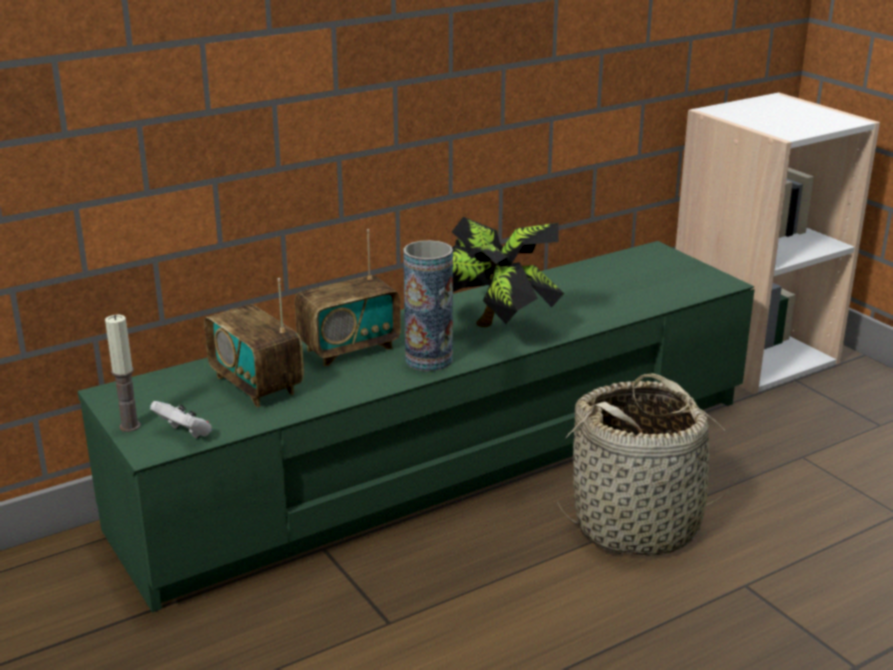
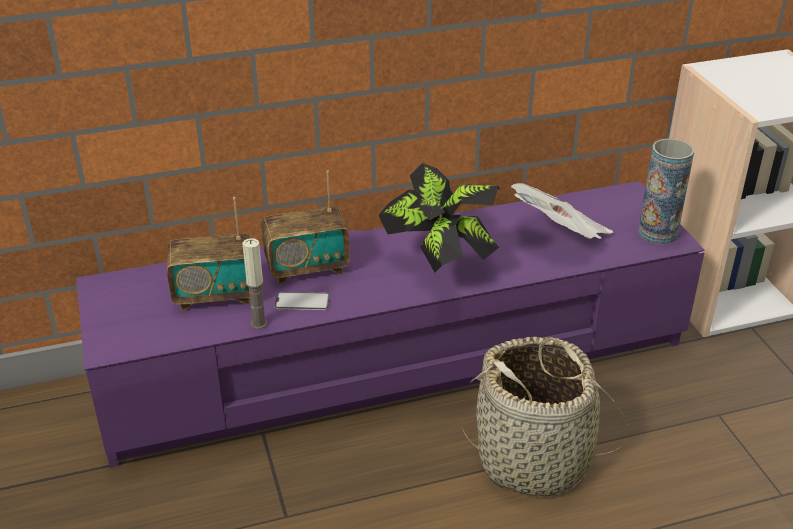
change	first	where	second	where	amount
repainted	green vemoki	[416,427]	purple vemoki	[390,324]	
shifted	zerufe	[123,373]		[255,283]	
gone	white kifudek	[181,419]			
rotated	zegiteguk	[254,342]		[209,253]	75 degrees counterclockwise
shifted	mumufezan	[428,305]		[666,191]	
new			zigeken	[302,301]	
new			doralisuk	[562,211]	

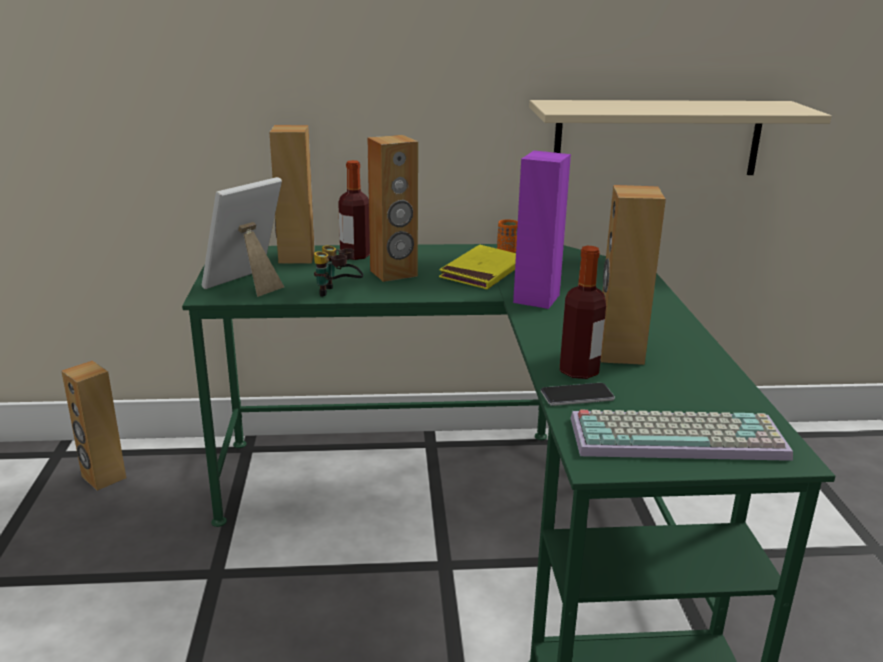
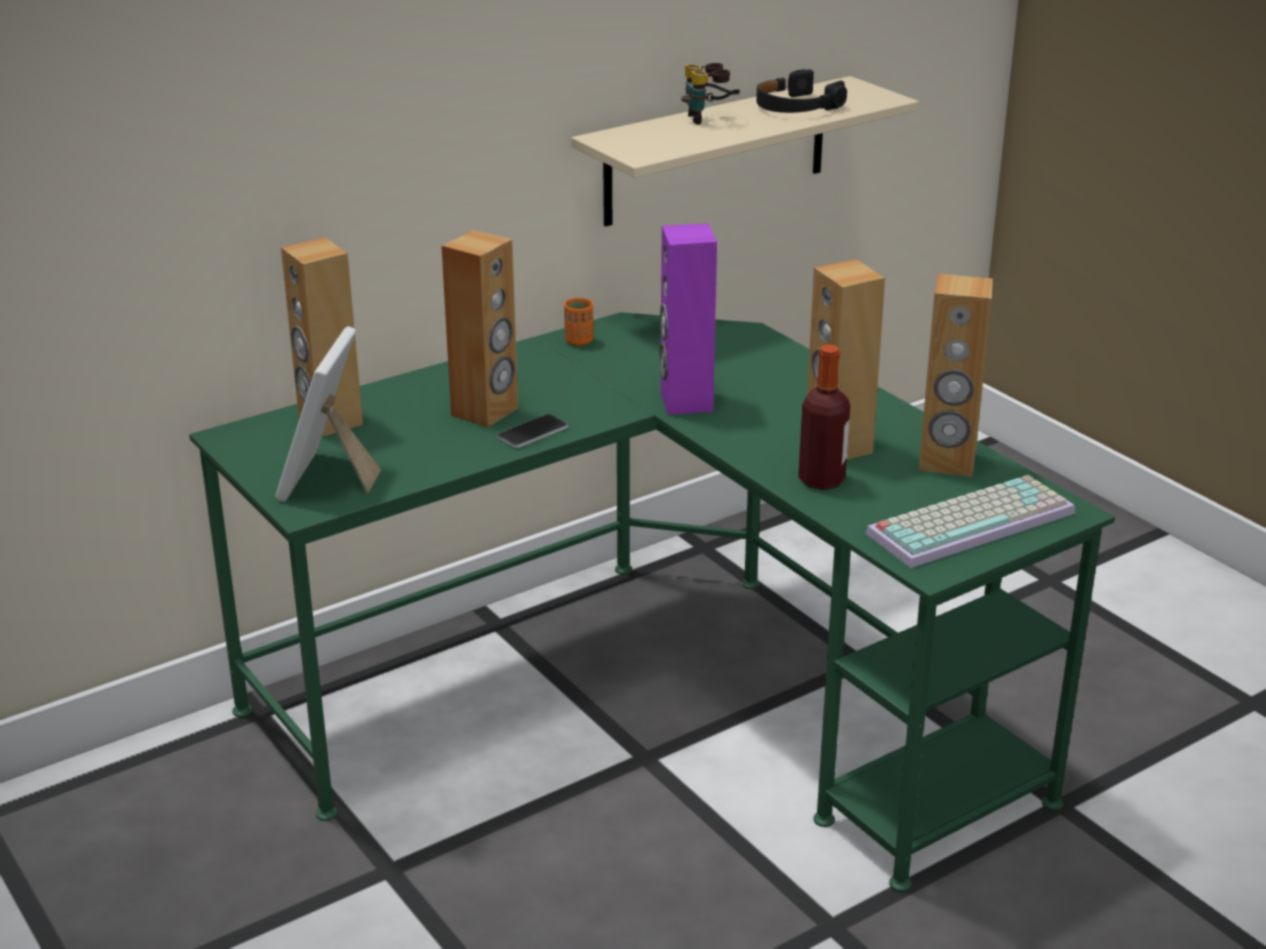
change	first	where	second	where	amount
shifted	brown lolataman	[93,426]		[955,375]	
shifted	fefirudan	[339,271]		[710,94]	
gone	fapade	[354,210]			
gone	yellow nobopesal	[477,267]			
shifted	zigeken	[578,394]		[532,431]	
new			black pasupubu	[801,91]	

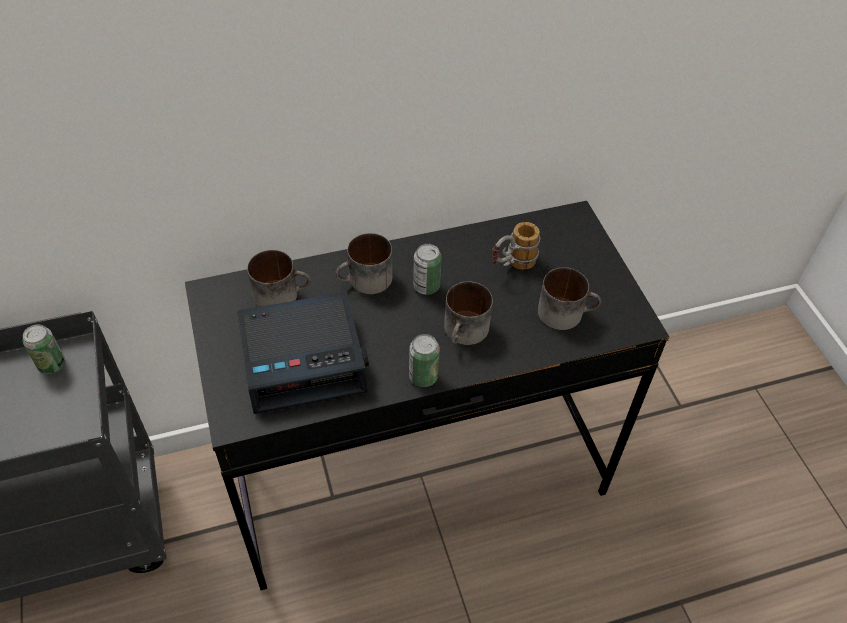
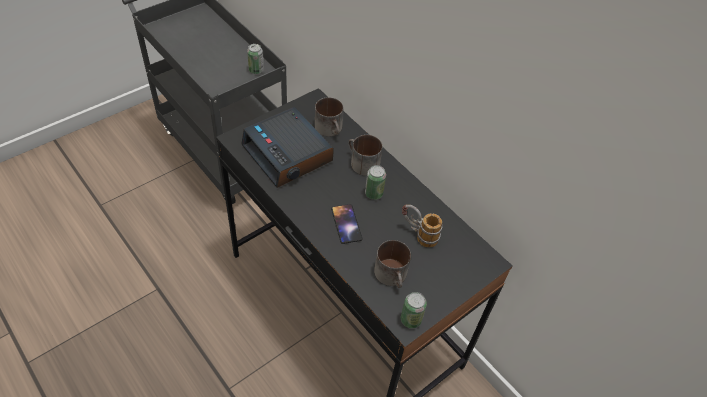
change	first	where	second	where	amount
shifted	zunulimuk	[424,360]		[414,310]	
swapped	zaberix	[468,313]	zigeken	[346,224]	

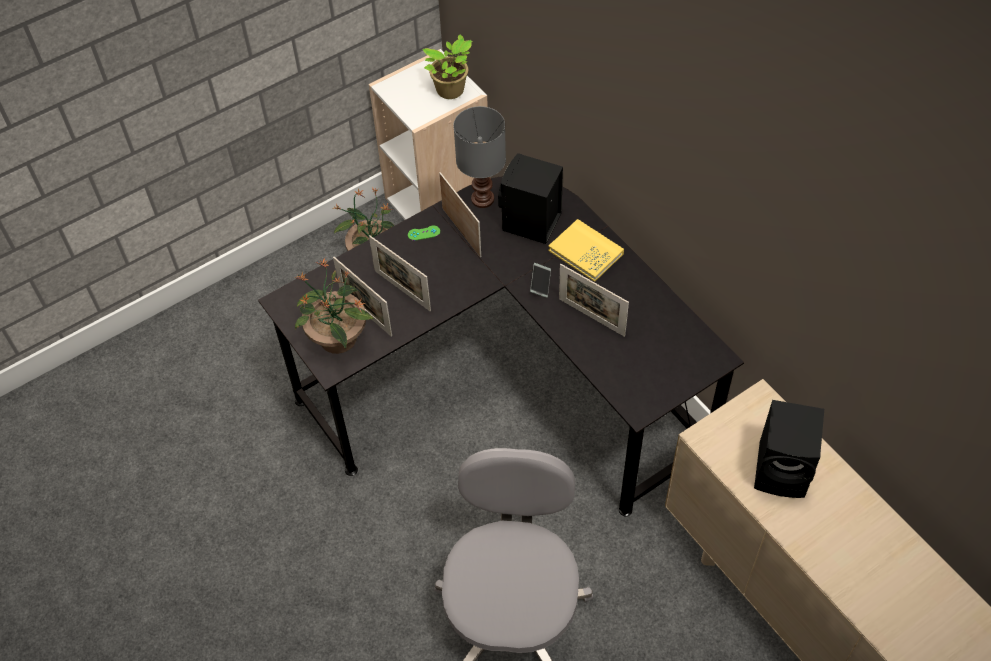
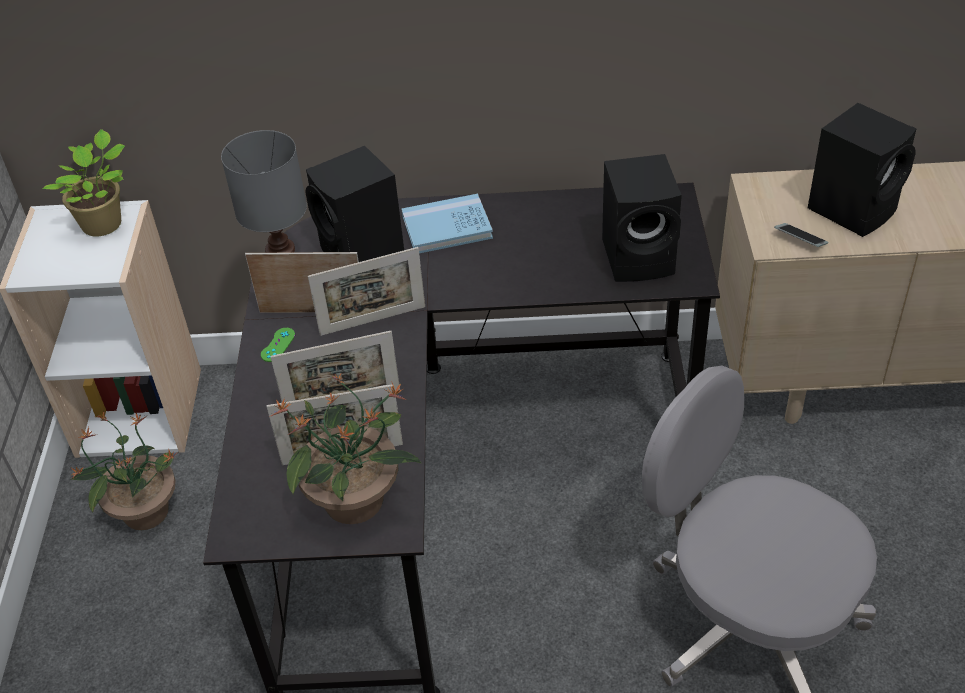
change	first	where	second	where	amount
shifted	zigeken	[540,280]		[801,235]	
repainted	yellow nobopesal	[586,250]	blue nobopesal	[447,223]	
shifted	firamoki	[594,300]		[366,291]	
new			black lolataman	[642,218]	

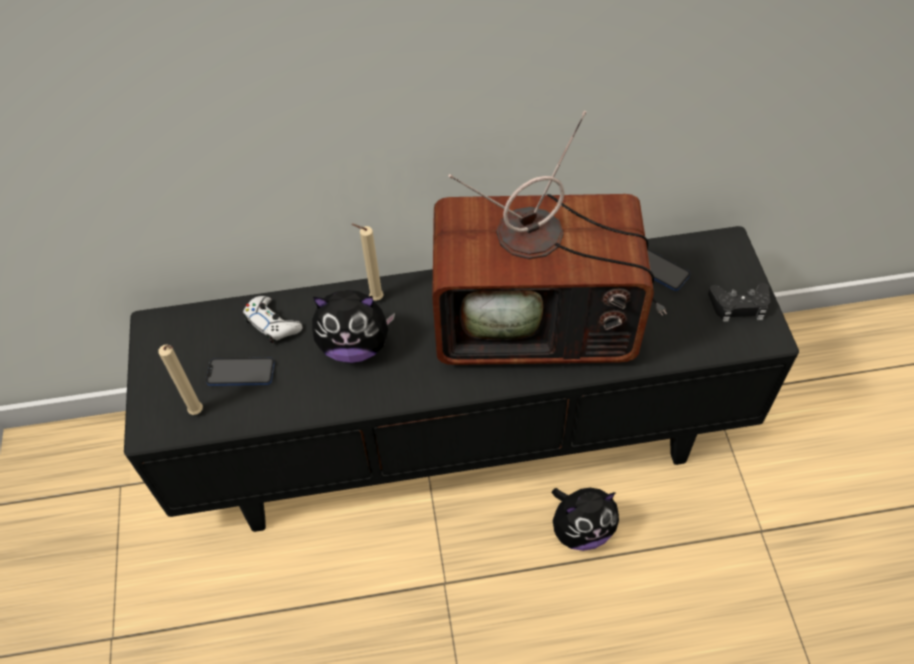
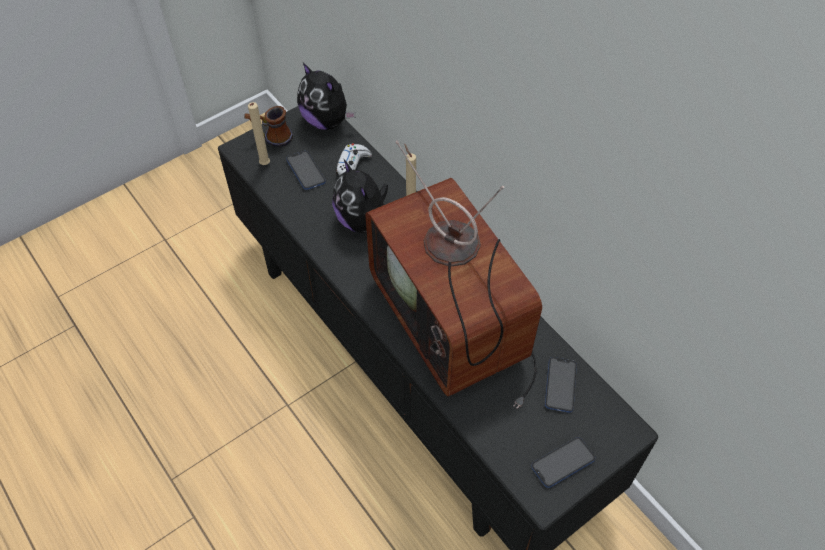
change	first	where	second	where	amount
shifted	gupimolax	[585,519]		[326,96]	
swapped	black kifudek	[739,302]	zigeken	[563,462]	
new			zaberix	[268,126]	

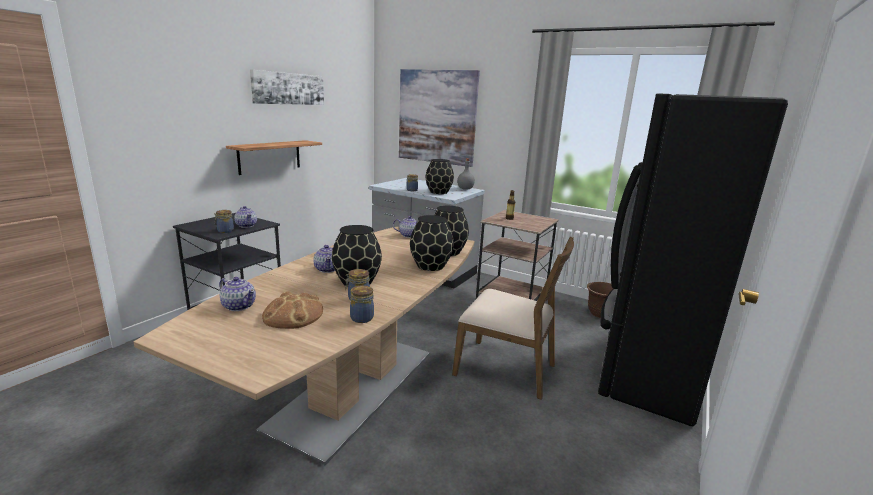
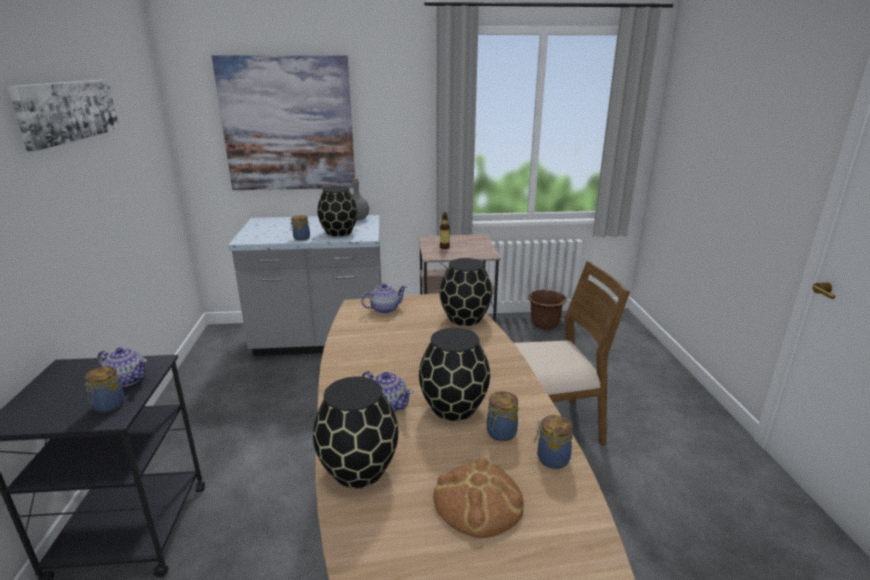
change	first	where	second	where	amount
gone	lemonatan	[237,294]			
gone	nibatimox	[274,157]			
shifted	black mumufezan	[432,243]		[355,432]	
gone	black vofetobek	[693,260]			

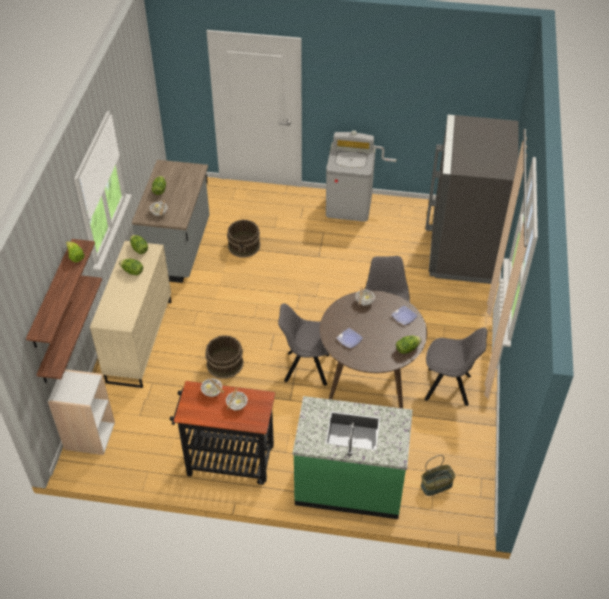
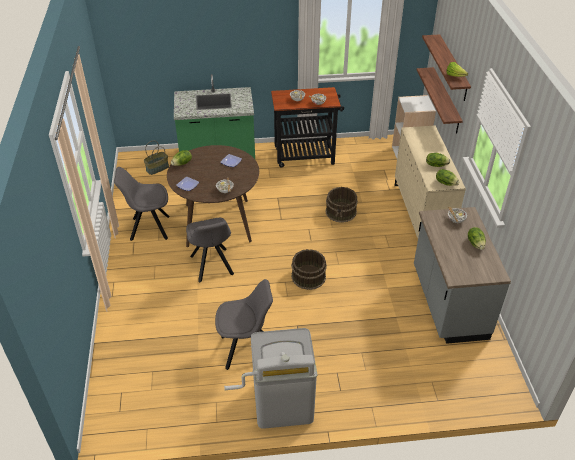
change	first	where	second	where	amount
shifted	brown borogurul	[243,239]		[309,269]	
shifted	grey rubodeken	[303,344]		[244,324]	
gone	grey vofetobek	[472,199]			

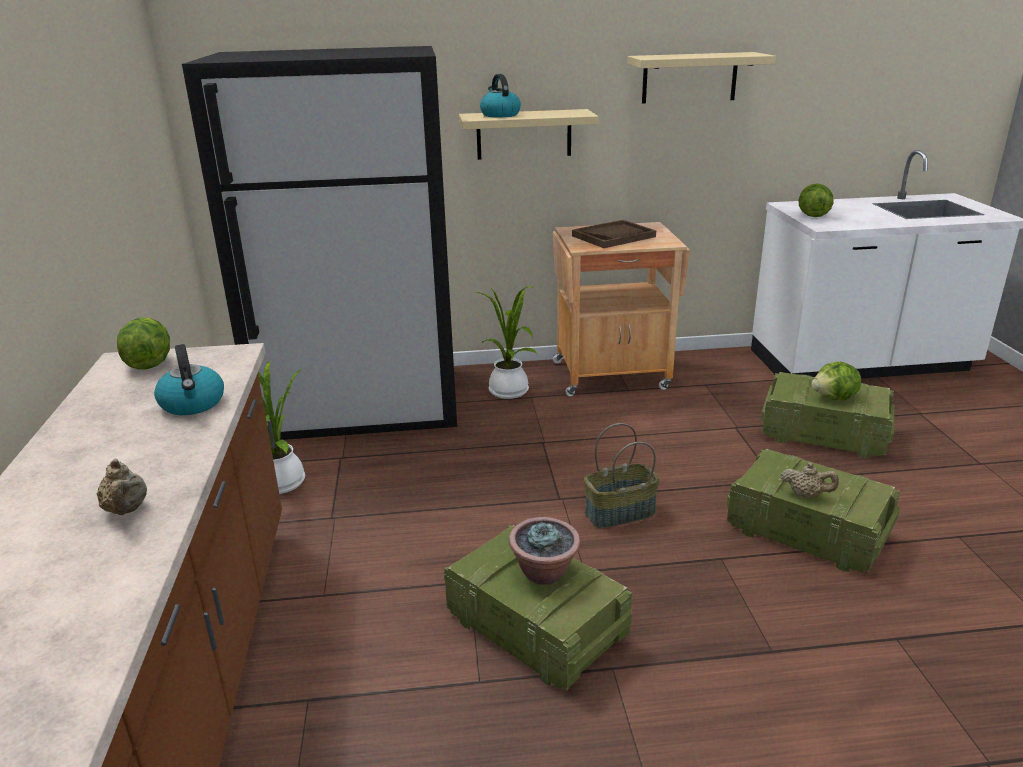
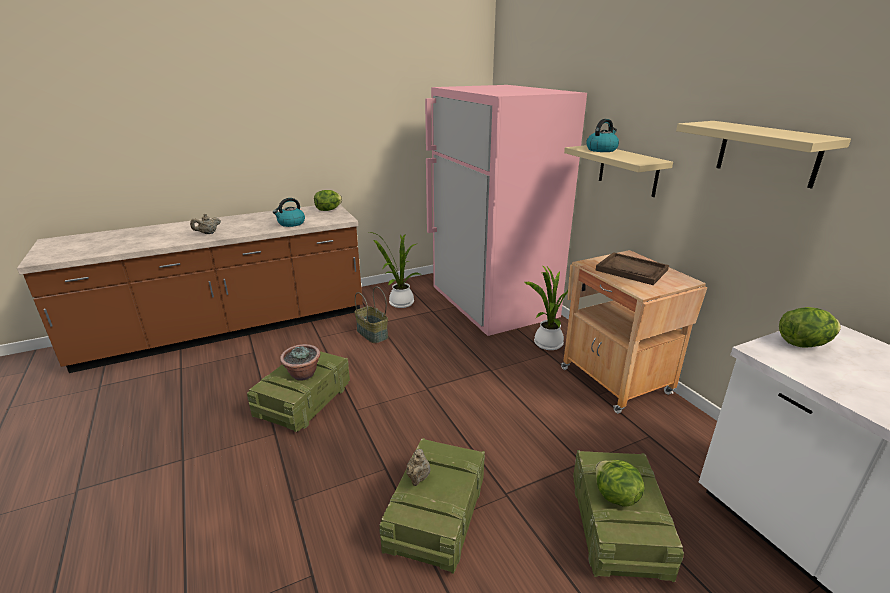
change	first	where	second	where	amount
repainted	black vofetobek	[319,243]	pink vofetobek	[506,210]	
shifted	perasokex	[622,475]		[371,315]	

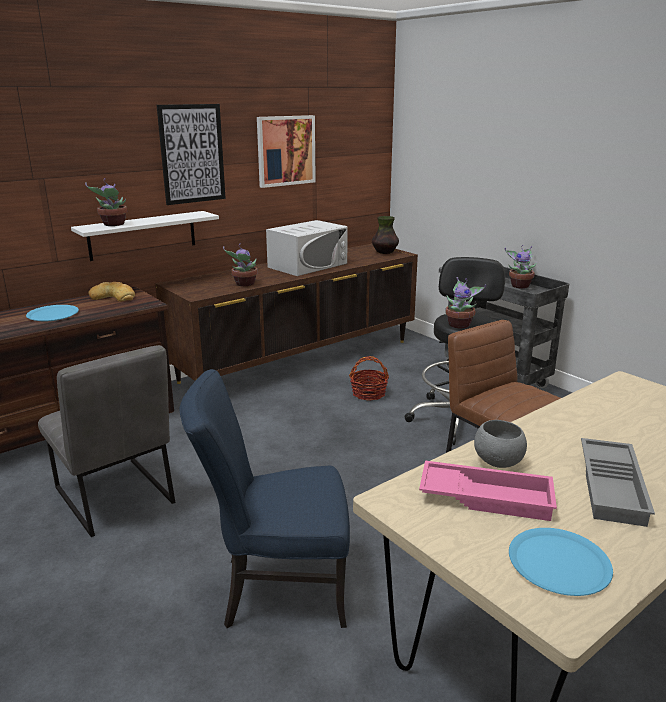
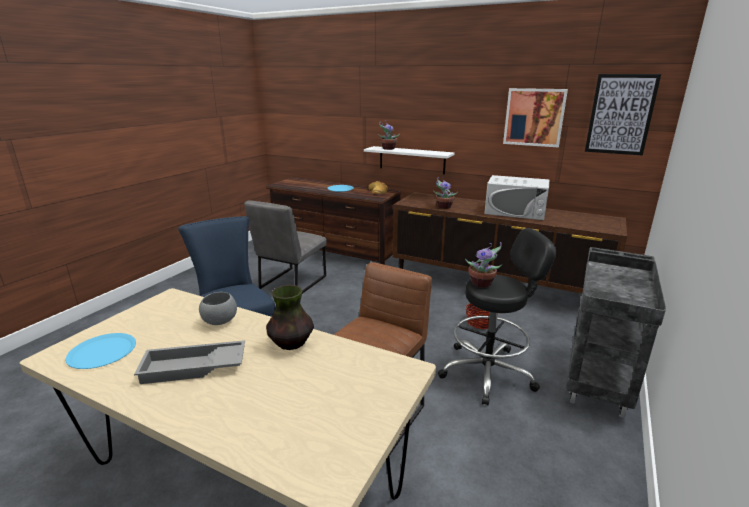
change	first	where	second	where	amount
shifted	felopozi	[191,154]		[623,115]	
shifted	mumufezan	[385,235]		[290,317]	
gone	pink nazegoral	[488,491]			
gone	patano	[520,267]			

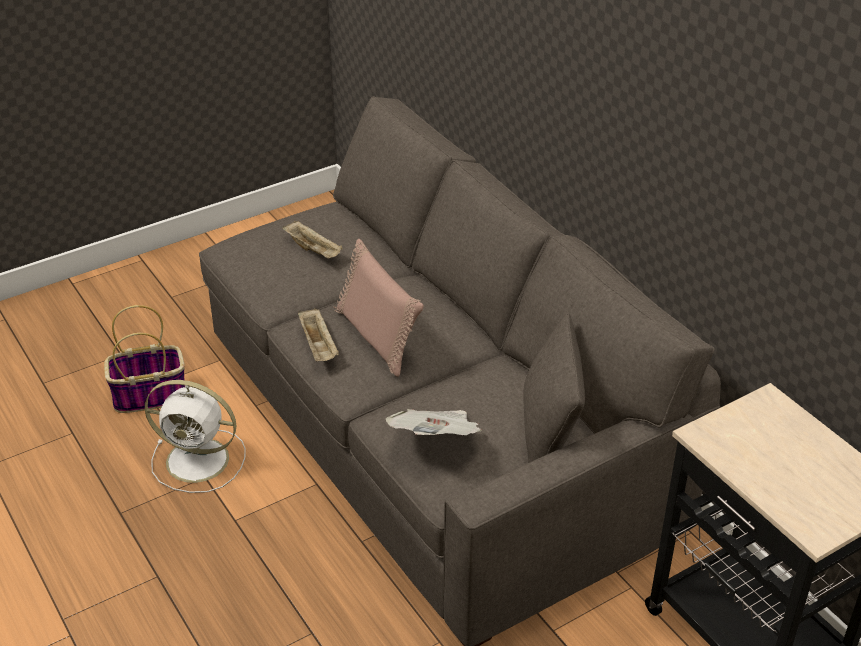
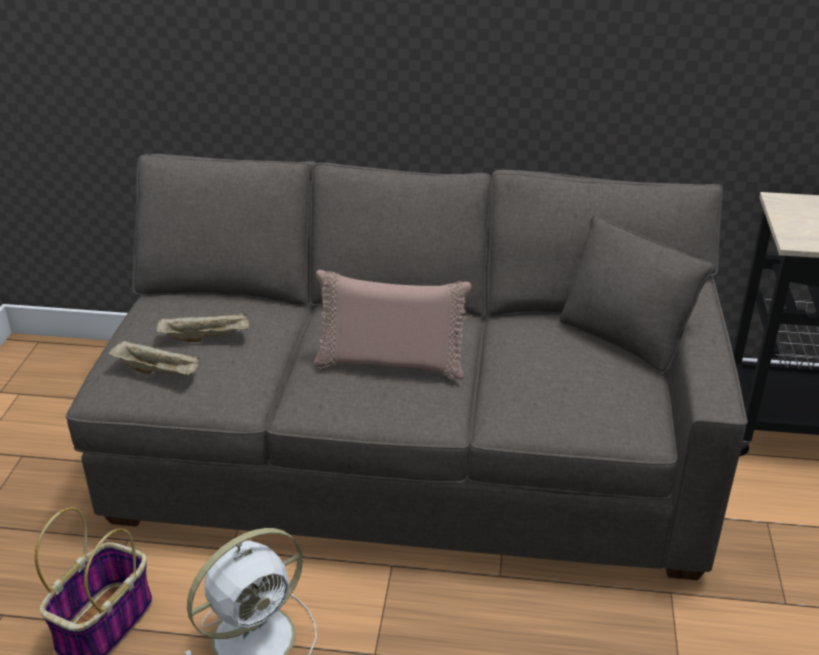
change	first	where	second	where	amount
shifted	beige nazegoral	[318,334]		[154,357]	
gone	doralisuk	[434,422]			

